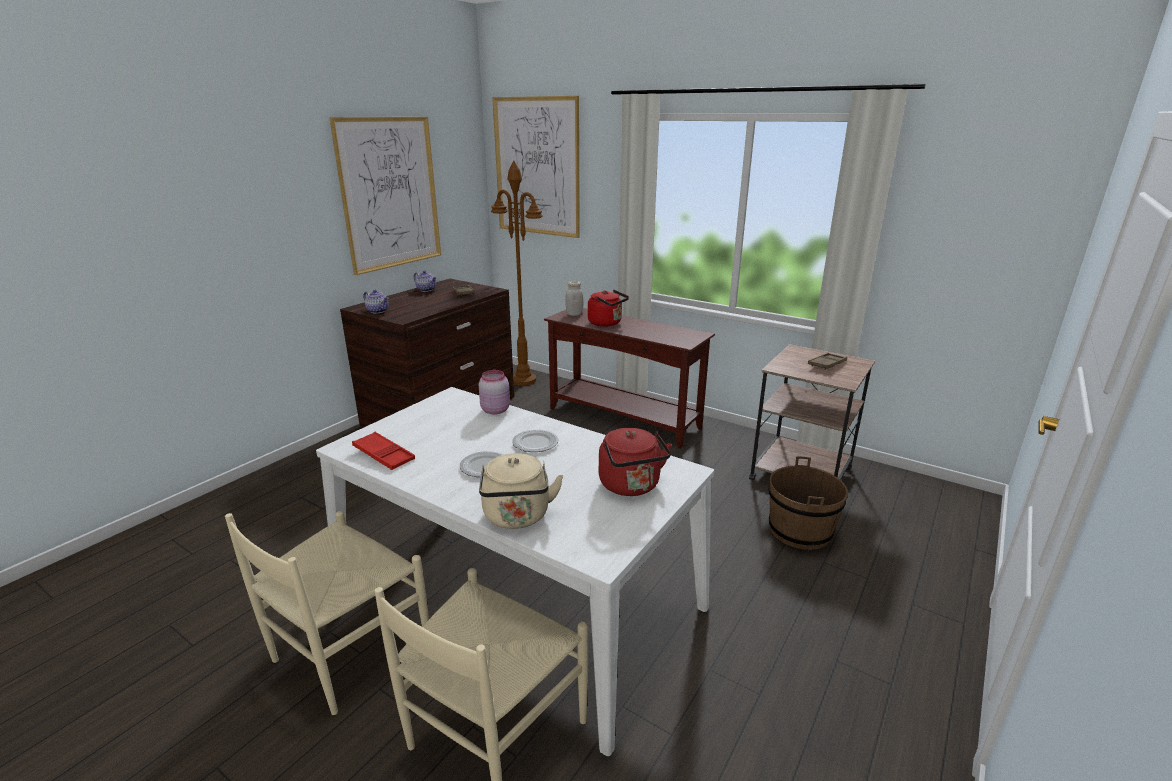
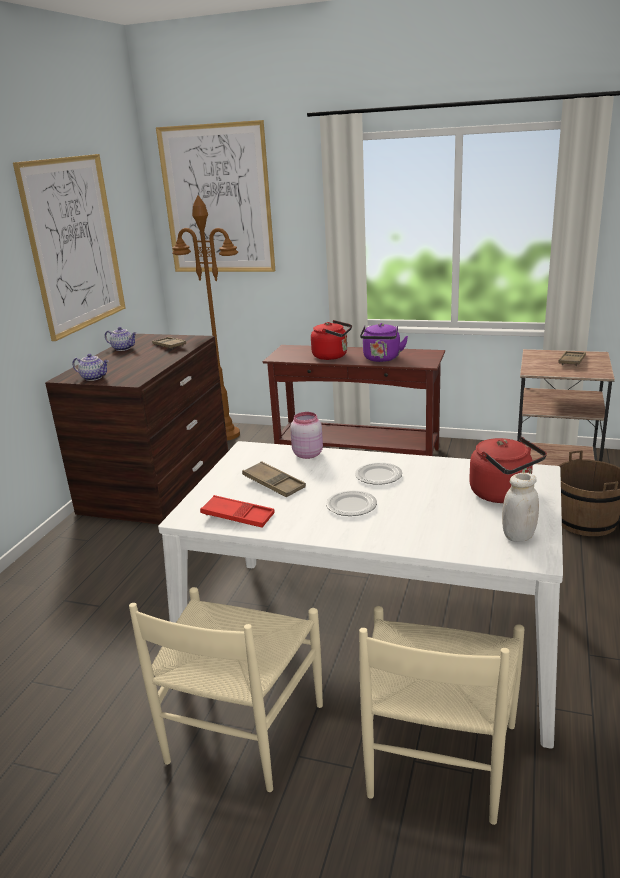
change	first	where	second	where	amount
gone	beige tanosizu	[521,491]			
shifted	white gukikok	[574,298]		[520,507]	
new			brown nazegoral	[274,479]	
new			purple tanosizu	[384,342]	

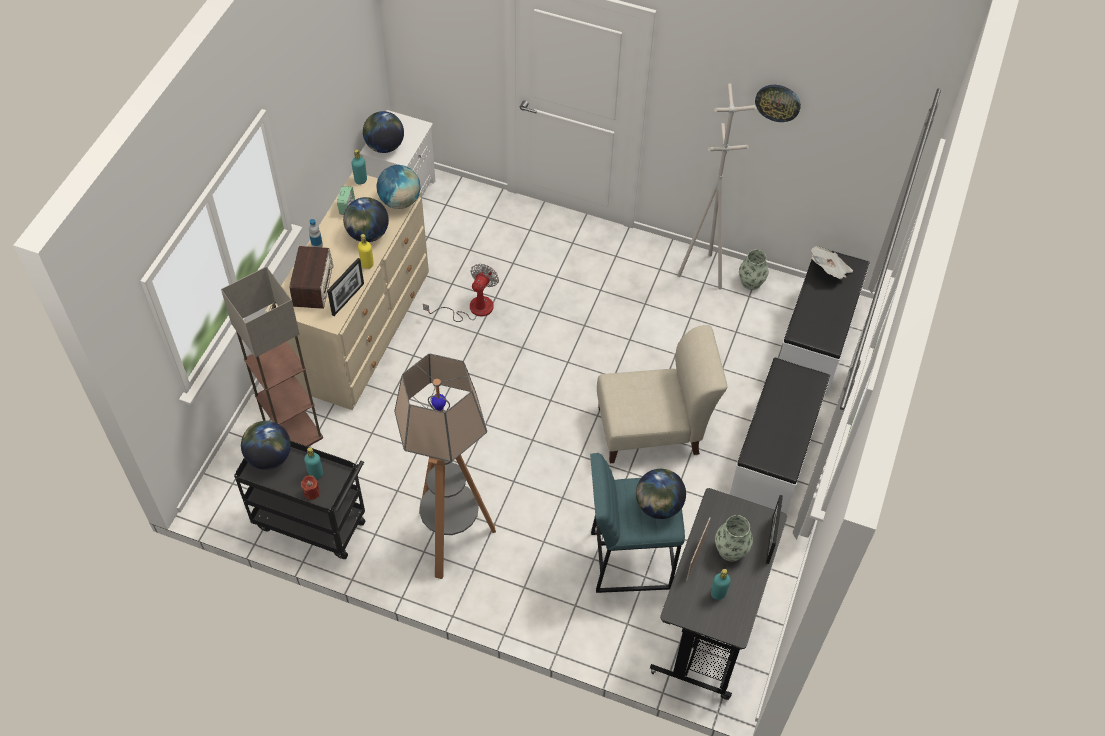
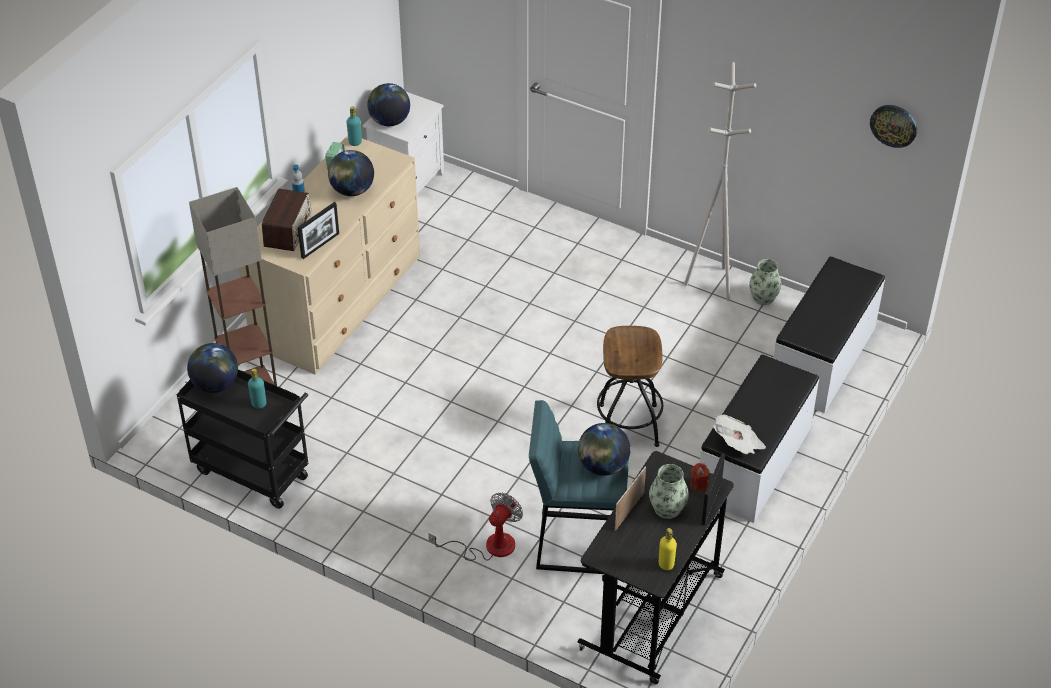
change	first	where	second	where	amount
shifted	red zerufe	[310,487]		[699,477]	
shifted	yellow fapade	[366,251]		[668,549]	
gone	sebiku	[398,187]			
gone	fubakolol	[445,466]			
shifted	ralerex	[461,293]		[476,527]	
swapped	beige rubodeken	[662,394]	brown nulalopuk	[630,386]	
gone	turquoise fapade	[721,584]			
shifted	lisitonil	[778,103]		[893,126]	
shifted	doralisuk	[832,262]		[739,434]	

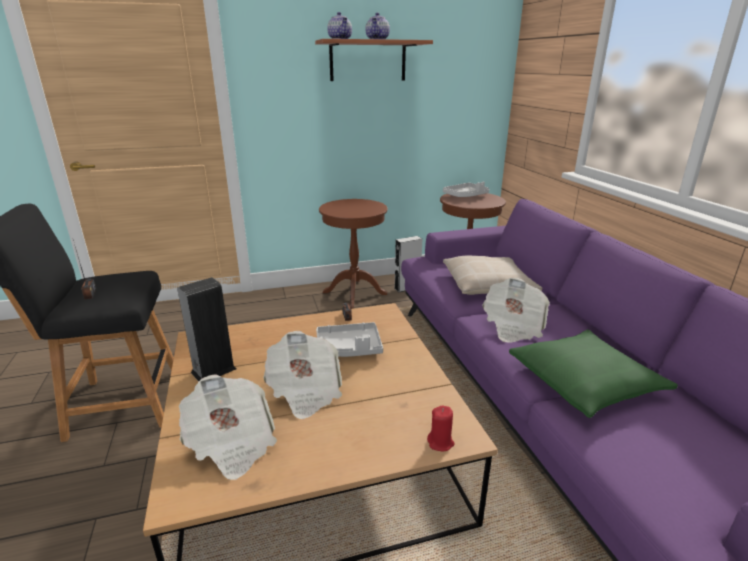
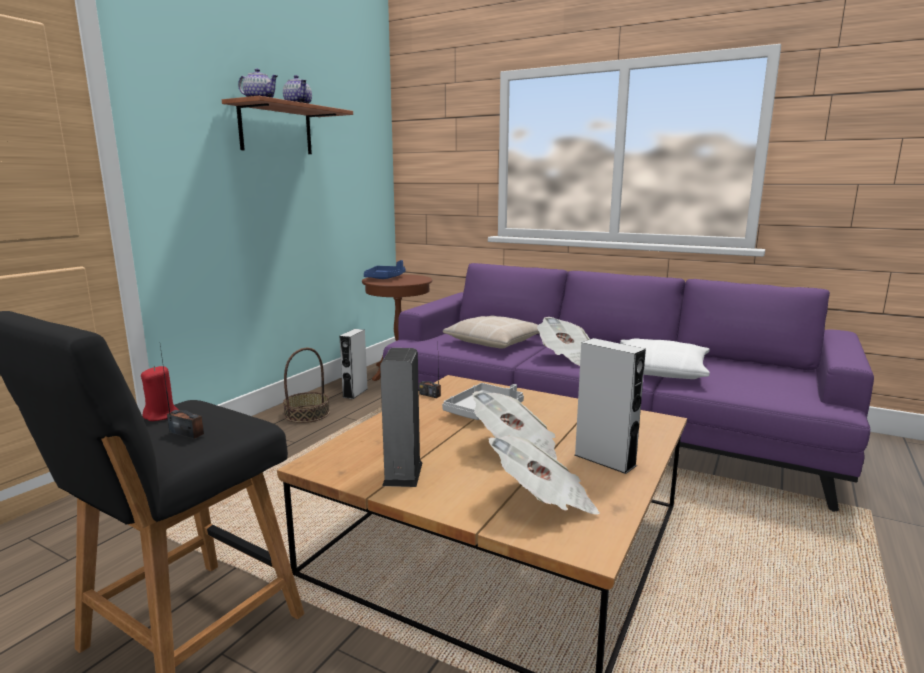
change	first	where	second	where	amount
swapped	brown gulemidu	[353,253]	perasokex	[306,385]	
shifted	red zerufe	[440,428]		[159,393]	
repainted	grey nazegoral	[466,189]	blue nazegoral	[385,269]	
repainted	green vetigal	[593,373]	white vetigal	[665,358]	
new			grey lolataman	[610,406]	

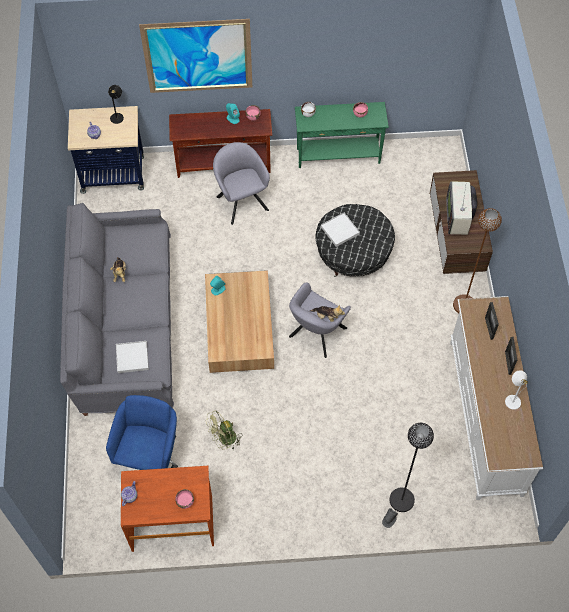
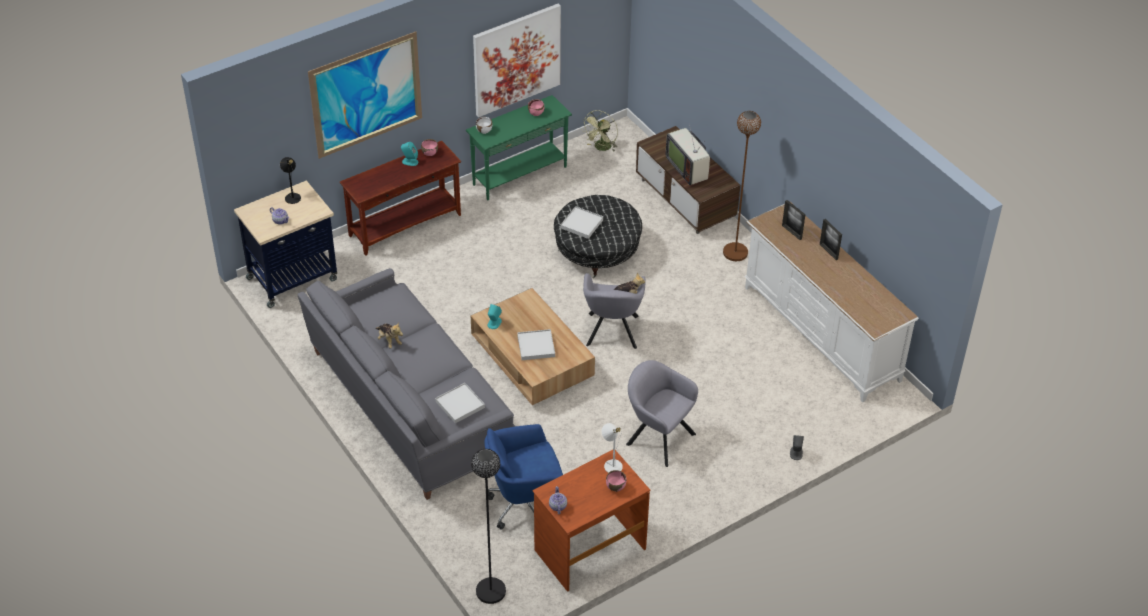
change	first	where	second	where	amount
rotated	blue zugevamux	[142,432]		[523,477]	90 degrees counterclockwise
shifted	green ralerex	[223,430]		[600,130]	
shifted	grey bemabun	[241,183]		[662,413]	
shifted	black fubakolol	[411,467]		[488,526]	
shifted	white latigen	[516,390]		[612,448]	
new			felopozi	[517,60]	
new			white nazegoral	[536,344]	

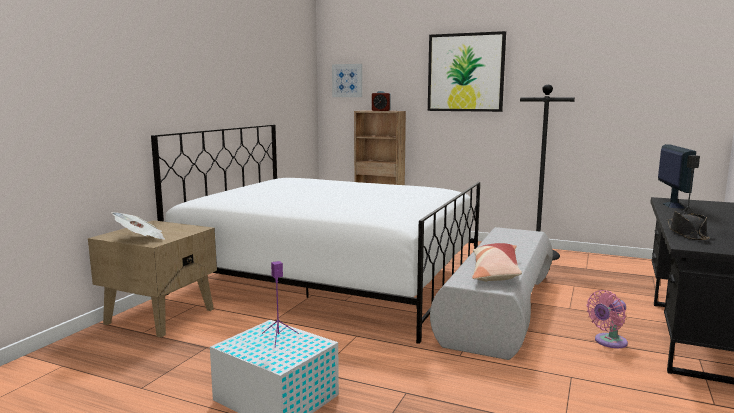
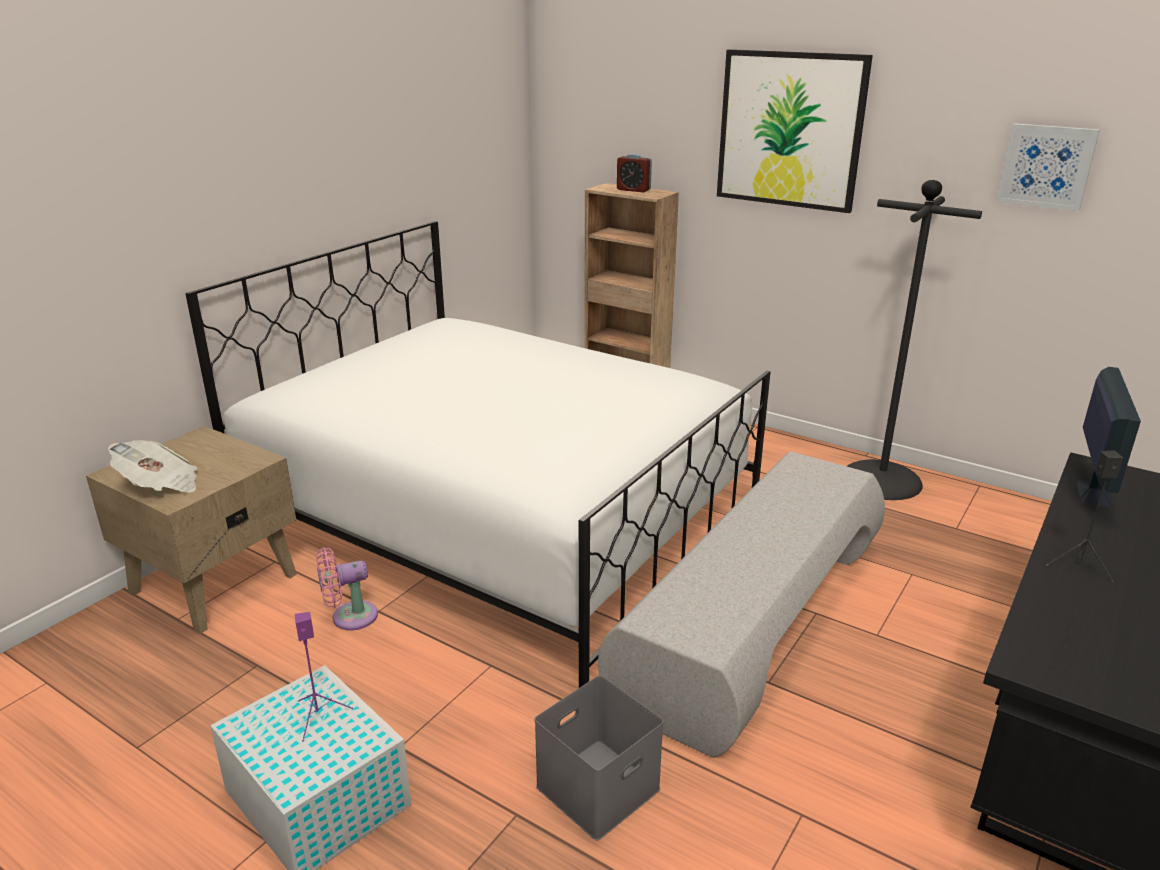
change	first	where	second	where	amount
shifted	felopozi	[347,80]		[1048,167]	
gone	vetigal	[497,262]			
shifted	pink ralerex	[607,319]		[347,588]	
gone	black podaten	[689,225]			
new			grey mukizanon	[599,758]	

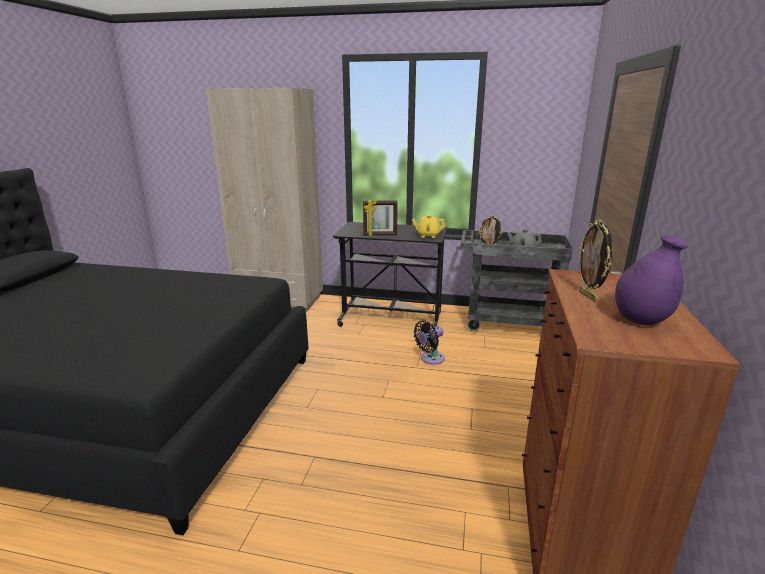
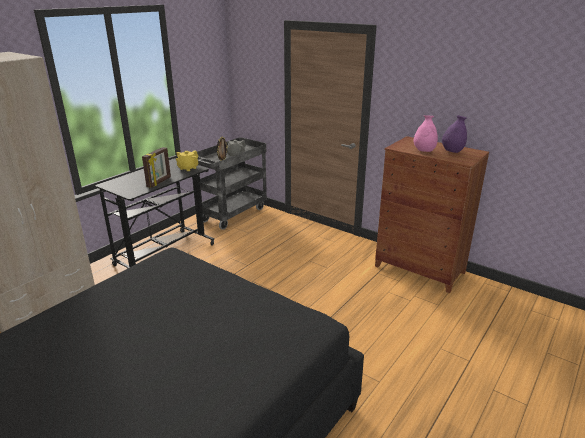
change	first	where	second	where	amount
gone	black ralerex	[429,342]			
swapped	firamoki	[595,260]	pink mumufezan	[425,133]	

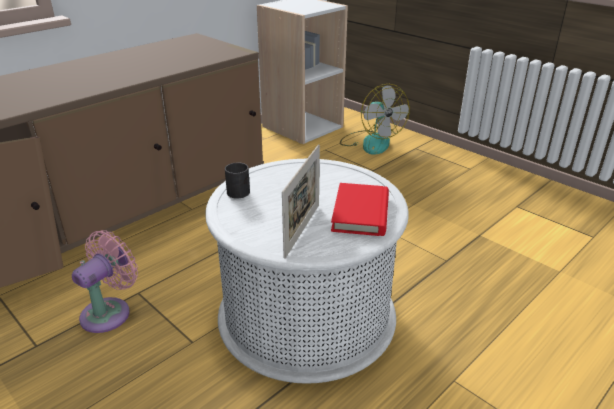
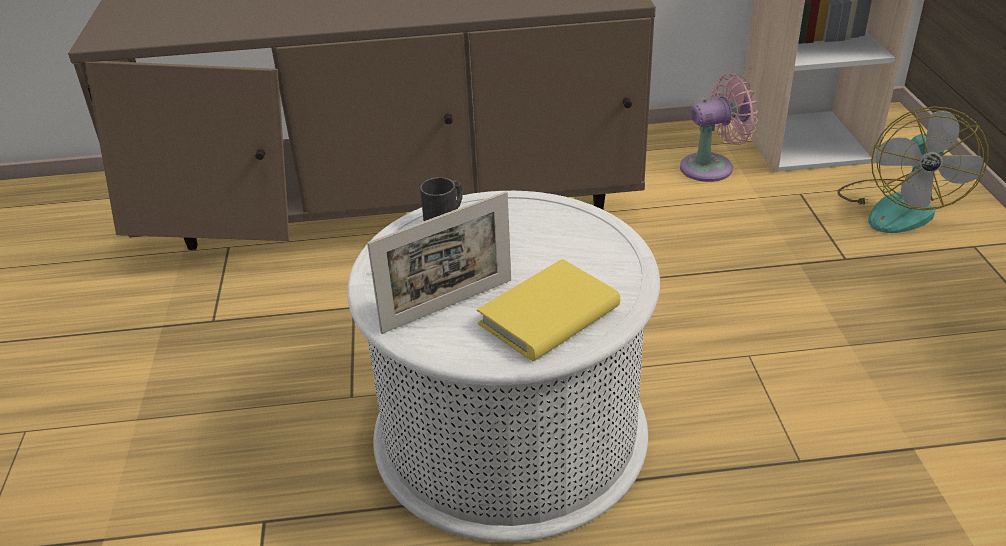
change	first	where	second	where	amount
shifted	pink ralerex	[105,281]		[719,127]	
repainted	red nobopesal	[360,209]	yellow nobopesal	[548,310]	

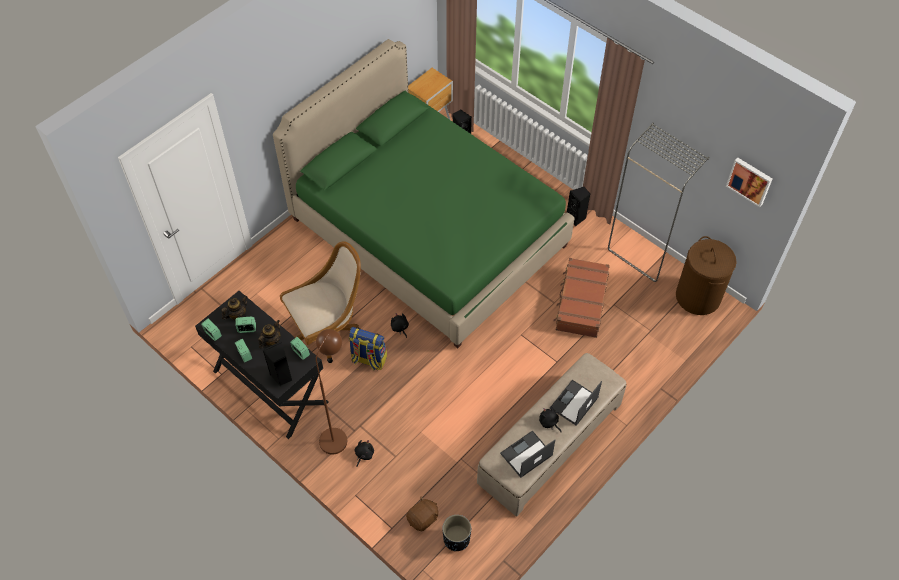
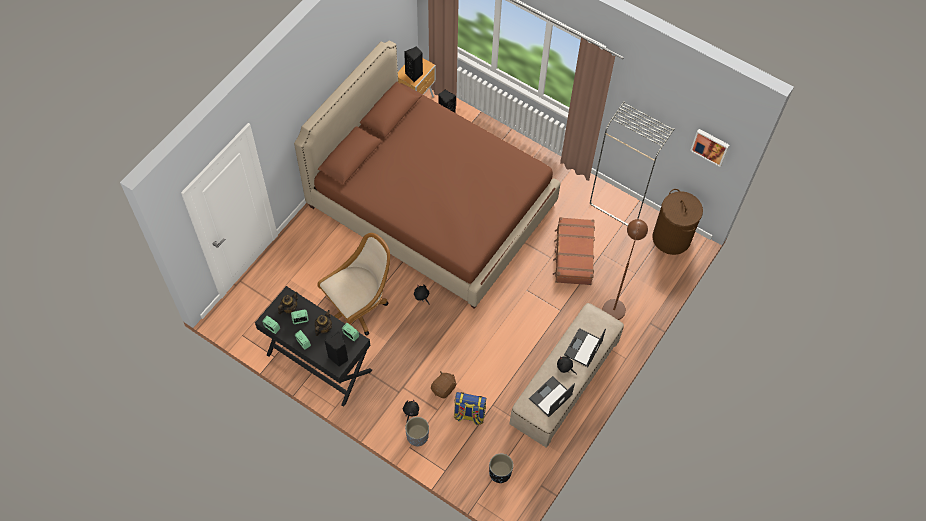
change	first	where	second	where	amount
repainted	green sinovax	[424,193]	brown sinovax	[427,175]	
shifted	brown fubakolol	[331,392]		[625,269]	
shifted	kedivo	[368,349]		[470,409]	
shifted	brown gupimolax	[422,514]		[444,385]	
shifted	black lolataman	[578,206]		[413,64]	
new			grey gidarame	[417,432]	

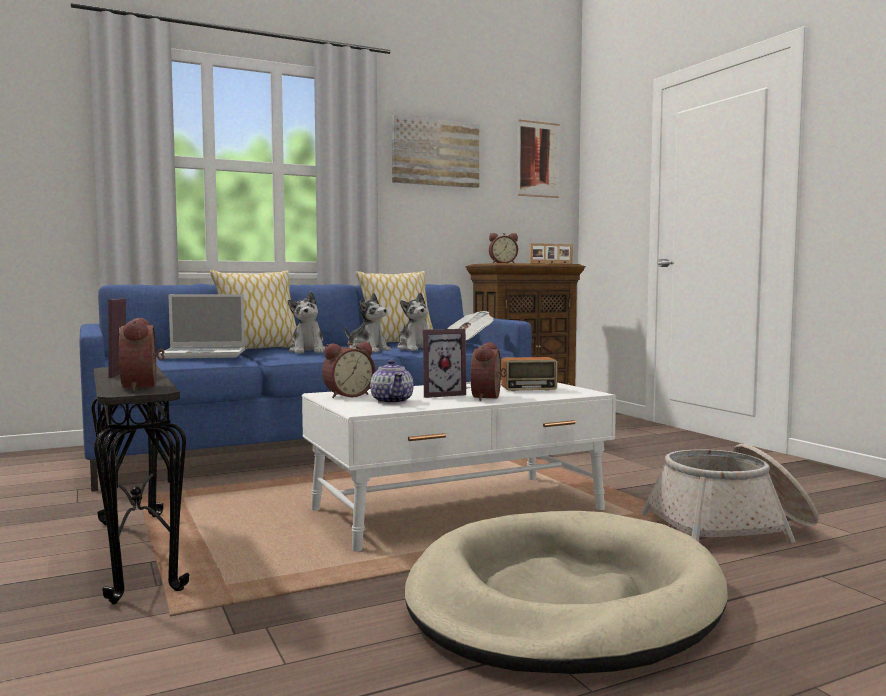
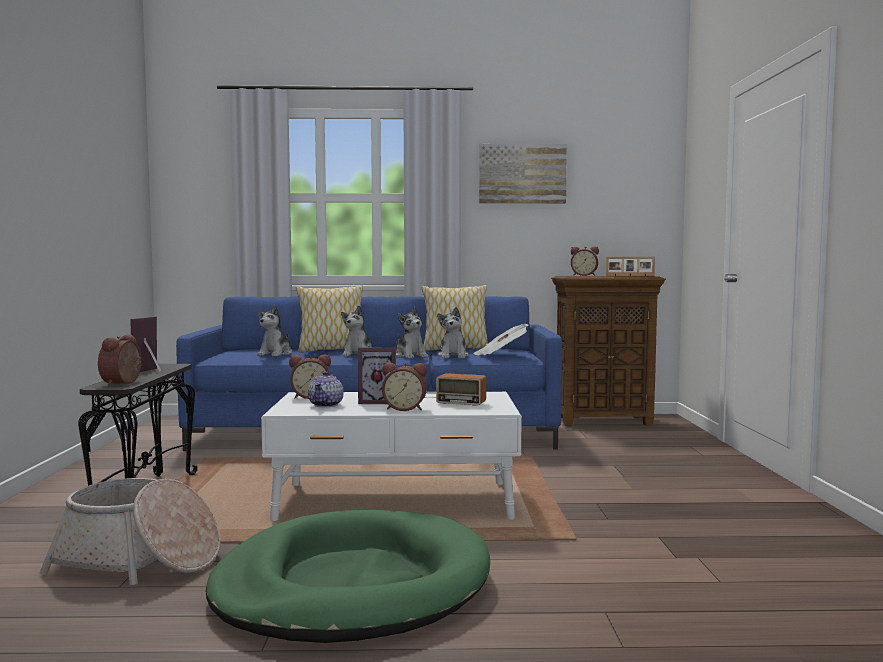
change	first	where	second	where	amount
swapped	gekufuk	[202,326]	gupimolax	[274,330]	
repainted	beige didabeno	[566,592]	green didabeno	[348,576]	
rotated	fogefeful	[488,371]		[404,387]	120 degrees counterclockwise
gone	felopozi	[539,159]			
shifted	perasokex	[730,493]		[130,531]	

